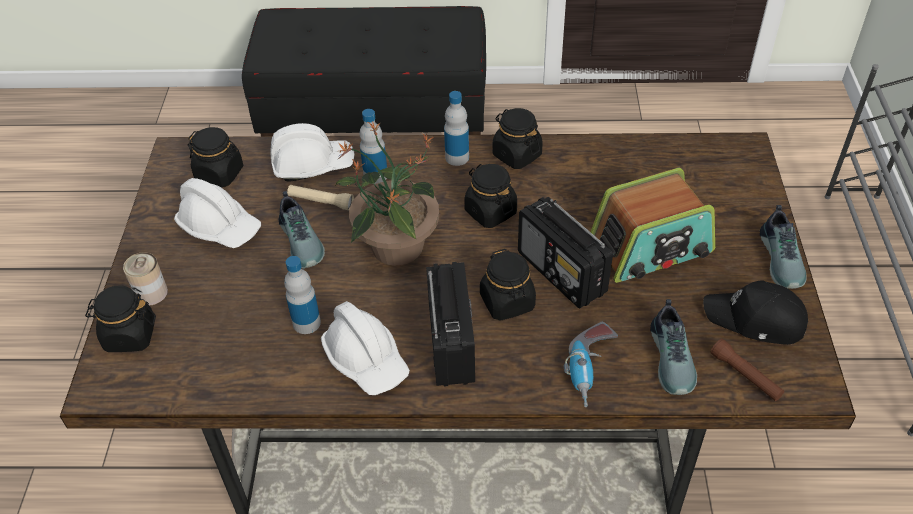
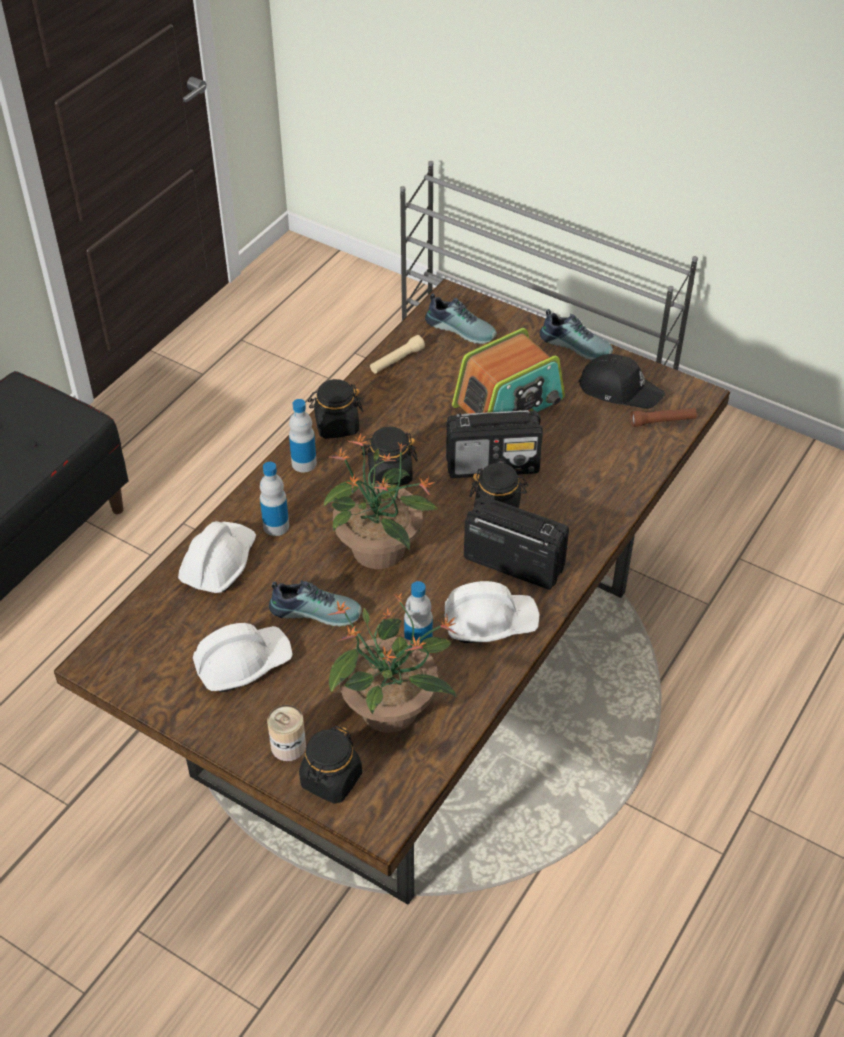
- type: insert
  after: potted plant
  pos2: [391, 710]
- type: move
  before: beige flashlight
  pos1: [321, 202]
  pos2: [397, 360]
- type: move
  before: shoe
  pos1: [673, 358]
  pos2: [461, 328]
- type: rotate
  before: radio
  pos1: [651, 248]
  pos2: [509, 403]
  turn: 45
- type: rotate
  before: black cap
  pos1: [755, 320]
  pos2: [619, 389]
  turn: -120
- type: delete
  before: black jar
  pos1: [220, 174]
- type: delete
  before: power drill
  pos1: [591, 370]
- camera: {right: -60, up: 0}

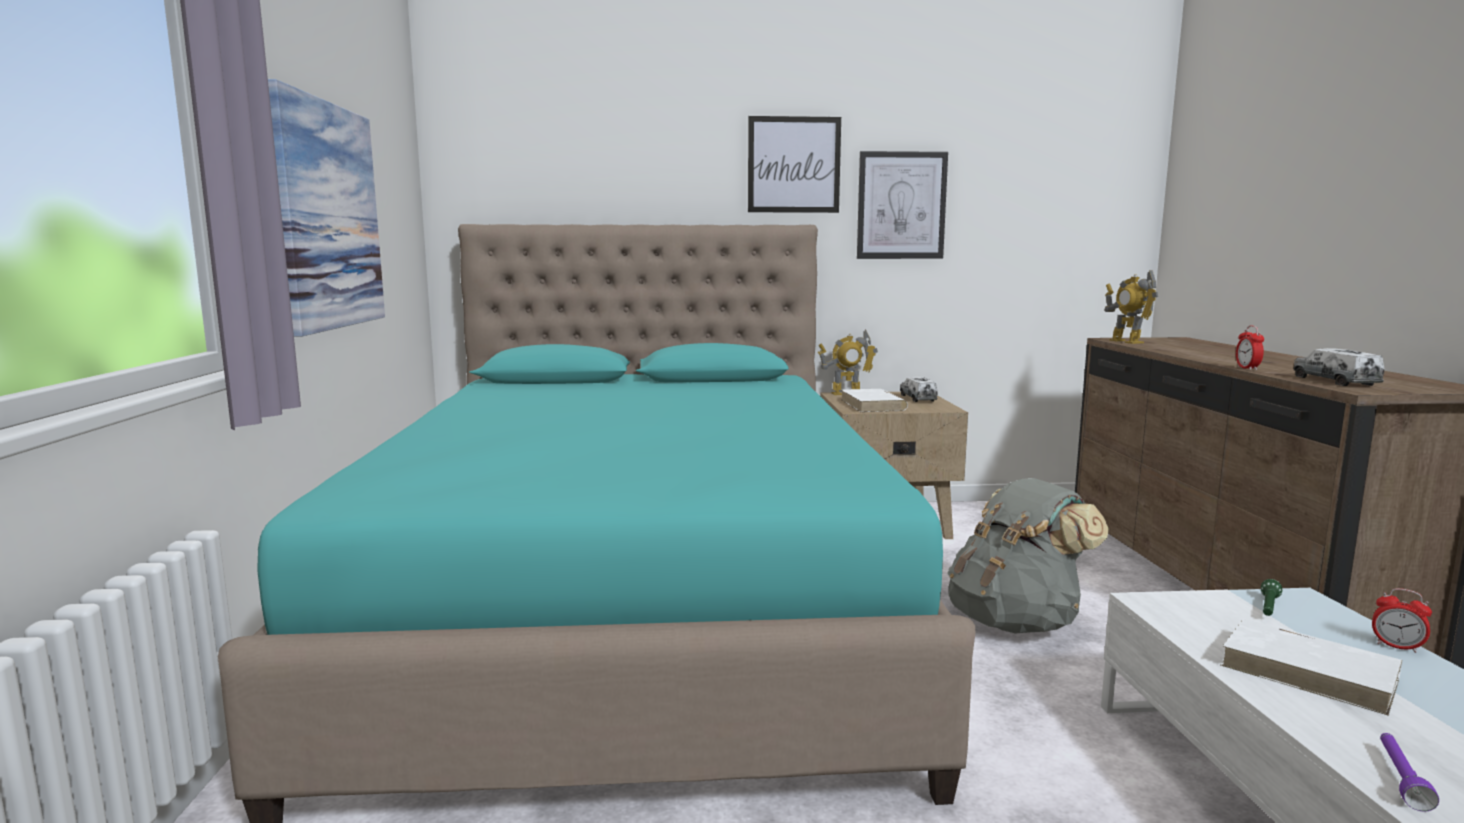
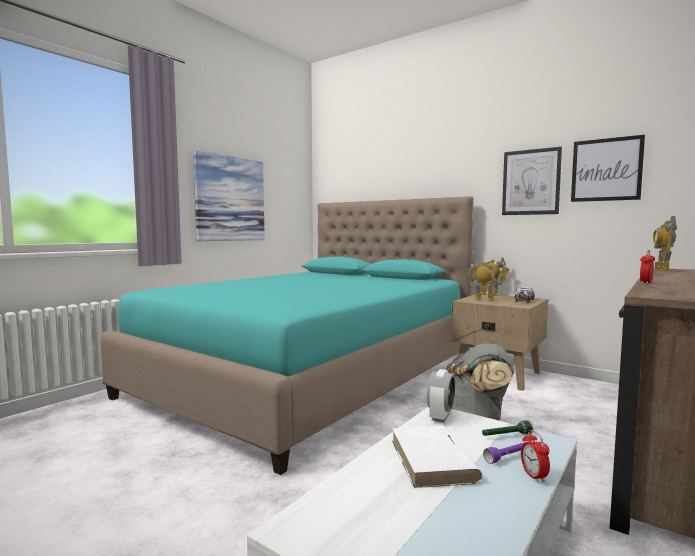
- type: insert
  after: alarm clock
  pos2: [440, 416]
- type: replace
  before: white book
  after: toy robot
  pos1: [873, 405]
  pos2: [484, 300]
- type: move
  before: purple flashlight
  pos1: [1400, 778]
  pos2: [509, 456]
- type: move
  before: picture
  pos1: [794, 165]
  pos2: [606, 169]
- type: delete
  before: toy truck
  pos1: [1335, 381]
- camera: {right: 40, up: -5}

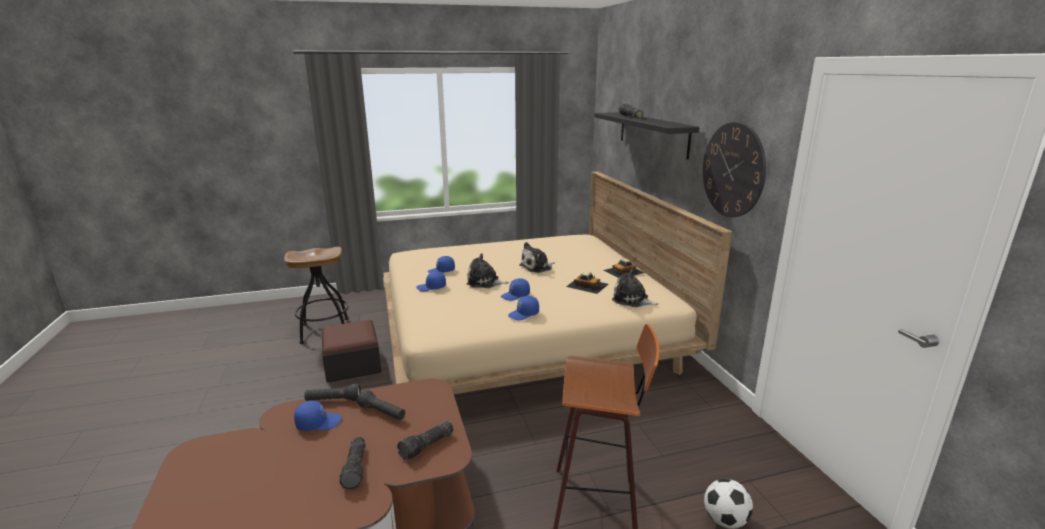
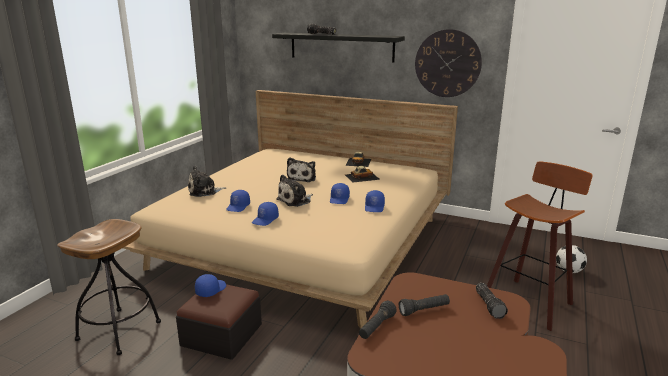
- type: move
  before: plush toy
  pos1: [632, 300]
  pos2: [204, 191]
- type: move
  before: blue cap
  pos1: [318, 422]
  pos2: [210, 290]
- type: delete
  before: flashlight
  pos1: [356, 468]
- camera: {right: -50, up: 0}

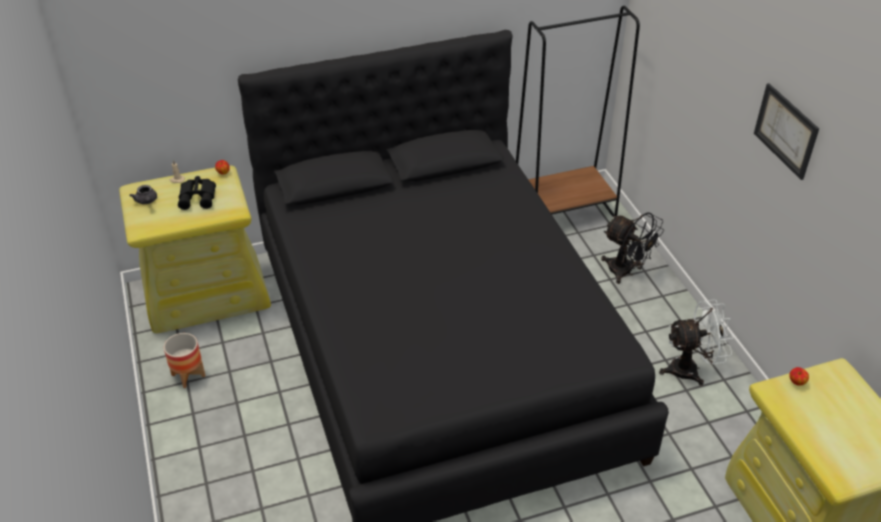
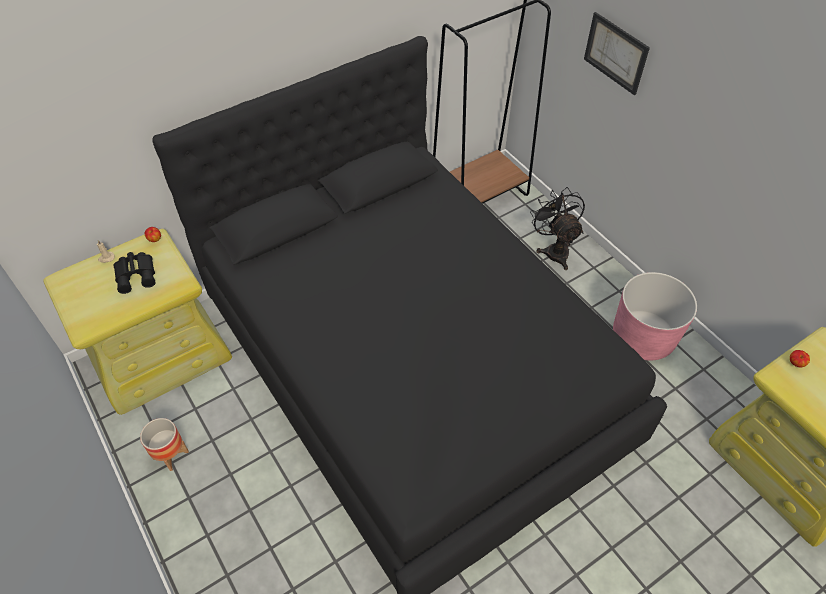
- type: rotate
  before: black fan
  pos1: [626, 272]
  pos2: [554, 250]
  turn: -135
- type: move
  before: picture
  pos1: [786, 130]
  pos2: [616, 53]
- type: replace
  before: white fan
  after: pink planter
  pos1: [691, 369]
  pos2: [642, 337]
- type: delete
  before: grey teapot
  pos1: [146, 201]
- camera: {right: -15, up: 10}

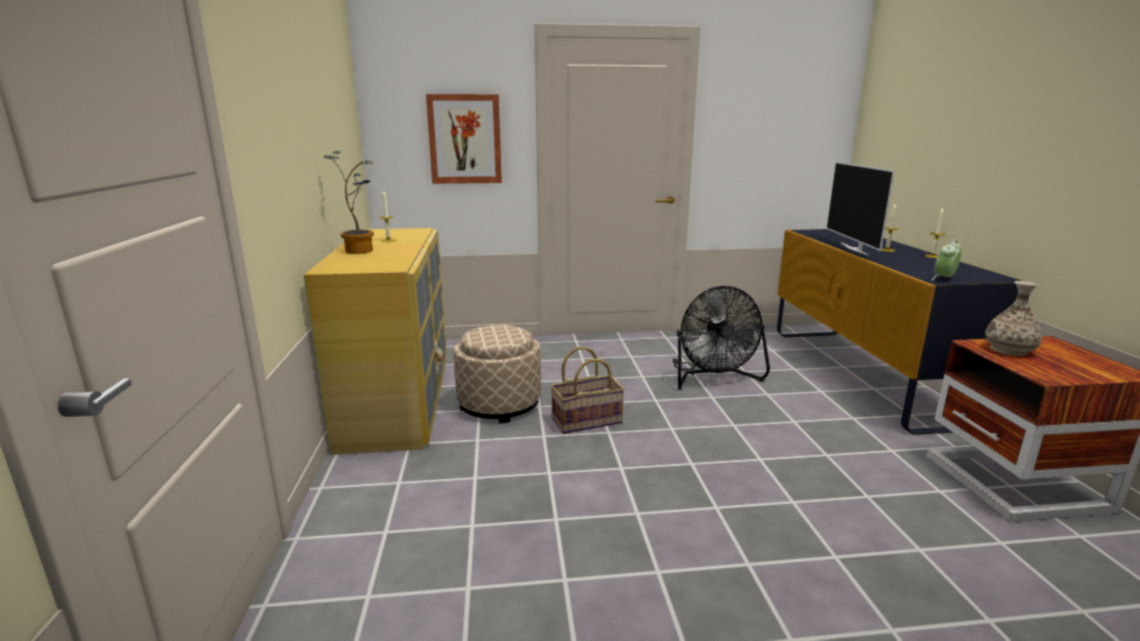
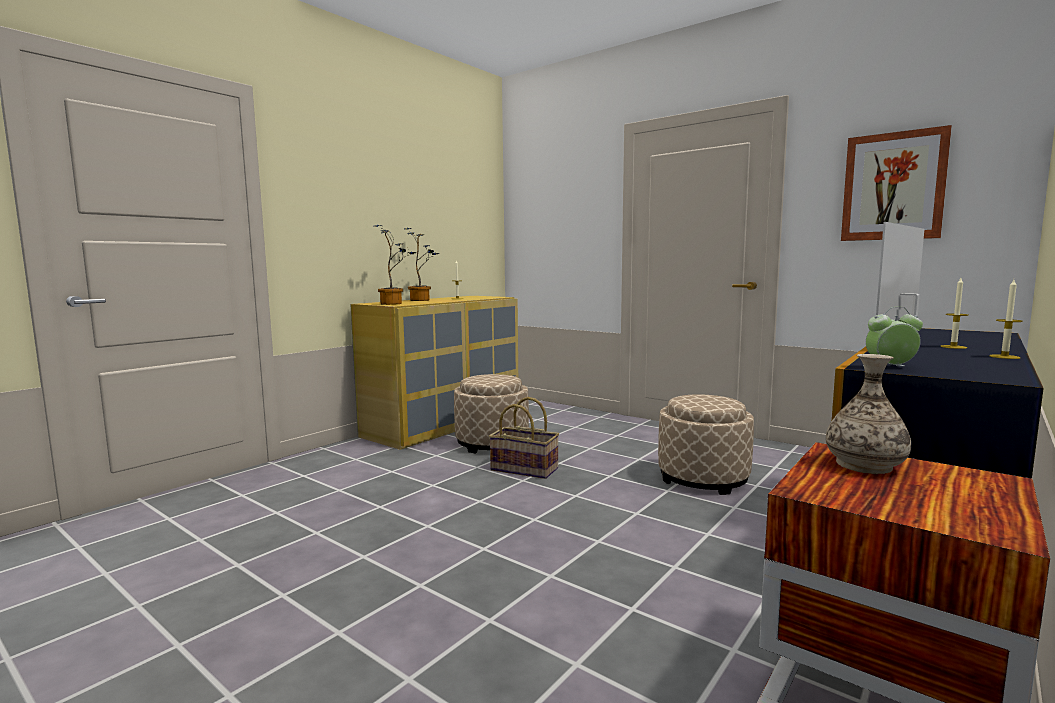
- type: insert
  after: potted plant
  pos2: [394, 303]
- type: replace
  before: black fan
  after: beige ottoman
  pos1: [710, 377]
  pos2: [703, 478]
- type: move
  before: picture
  pos1: [465, 139]
  pos2: [893, 187]
- camera: {right: 45, up: -10}

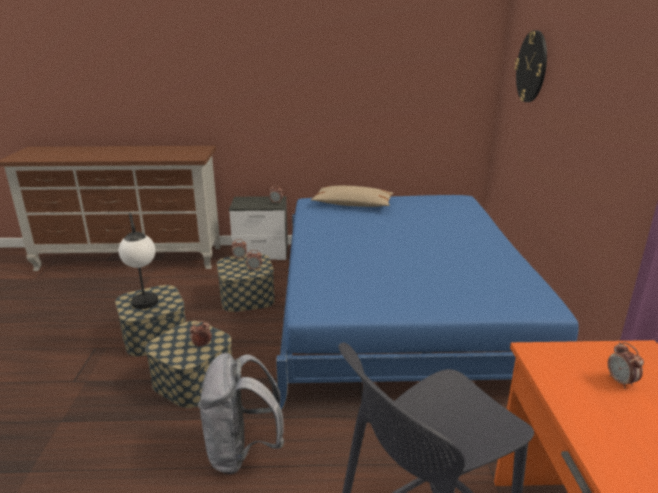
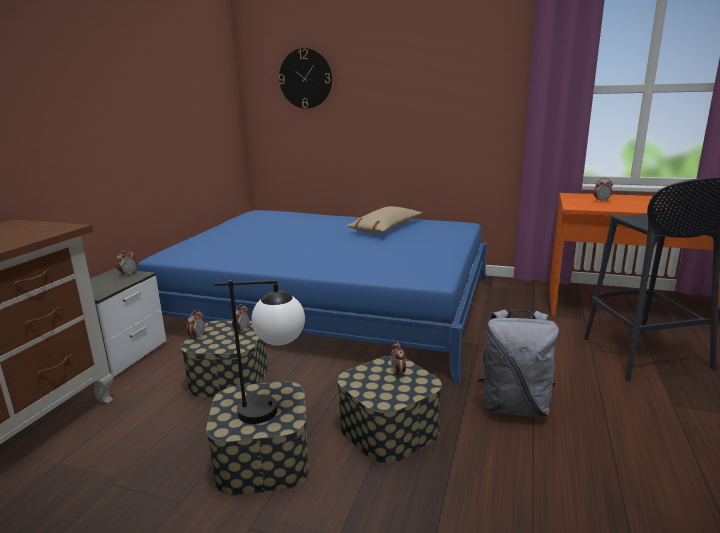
- type: move
  before: beige pillow
  pos1: [352, 205]
  pos2: [385, 228]
- camera: {right: -70, up: -5}

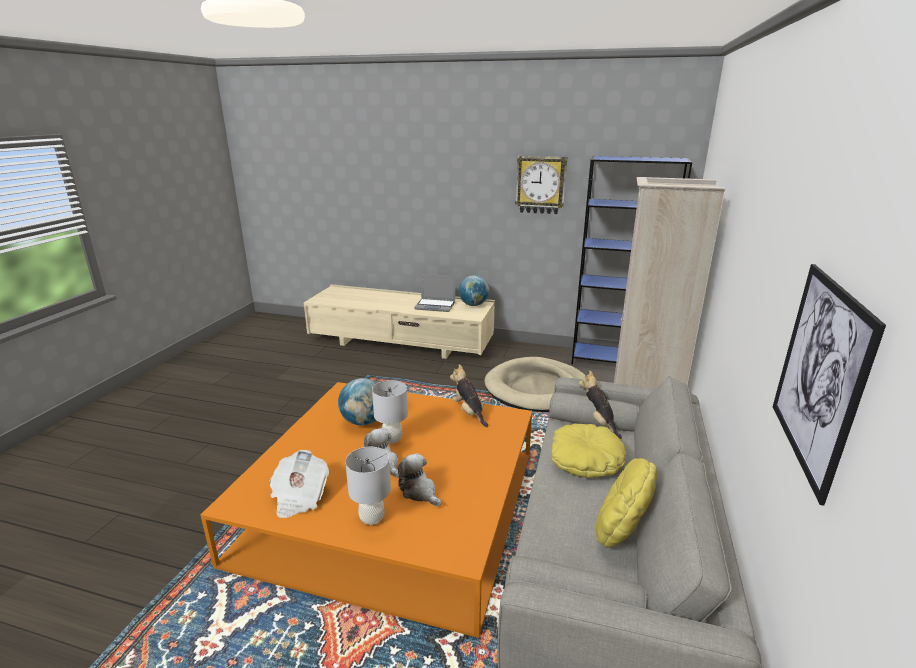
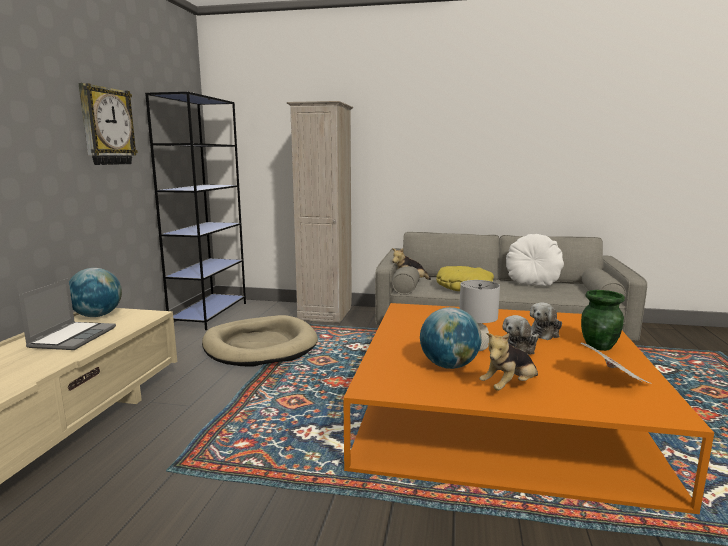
- type: move
  before: plush toy
  pos1: [469, 412]
  pos2: [509, 387]
- type: recolor
  before: yellow pillow
  after: white pillow
  pos1: [621, 533]
  pos2: [532, 284]
- type: replace
  before: grey table lamp
  after: green vase
  pos1: [371, 520]
  pos2: [599, 346]
- type: delete
  before: picture
  pos1: [819, 375]
- camera: {right: -95, up: -10}

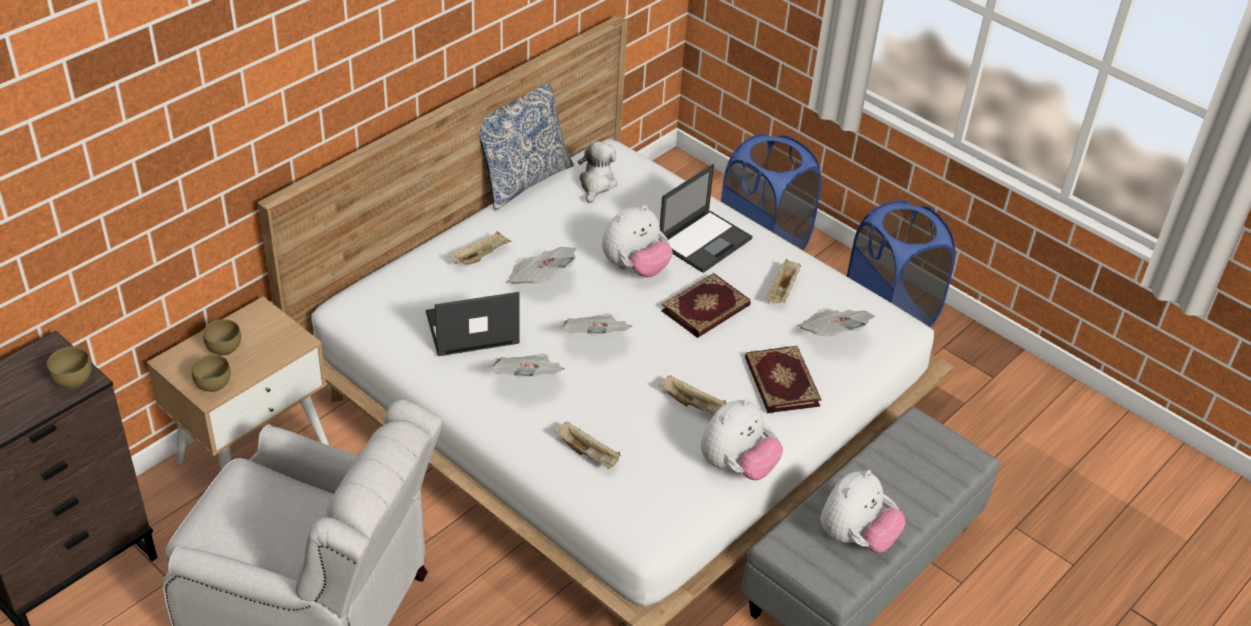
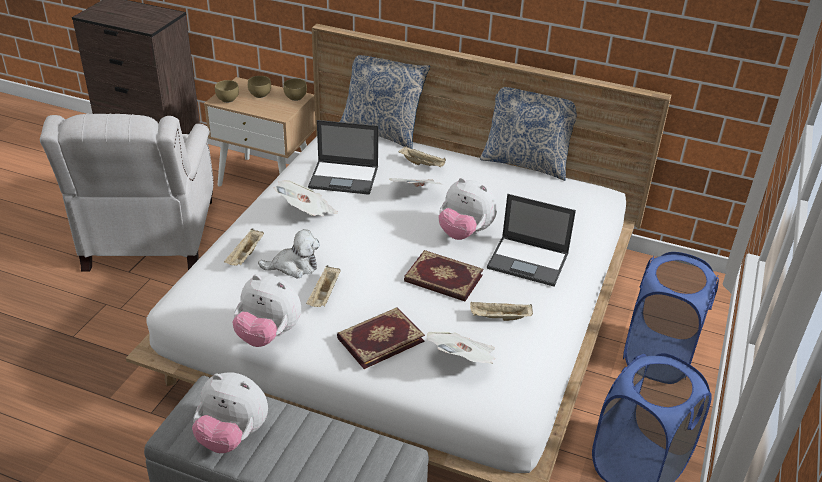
- type: move
  before: plush toy
  pos1: [596, 184]
  pos2: [294, 266]
- type: move
  before: brown bowl
  pos1: [74, 379]
  pos2: [296, 98]
- type: rotate
  before: laptop
  pos1: [471, 328]
  pos2: [344, 177]
  turn: 135
- type: insert
  after: pillow
  pos2: [382, 132]
- type: delete
  before: newspaper
  pos1: [595, 339]
- camera: {right: 70, up: -5}

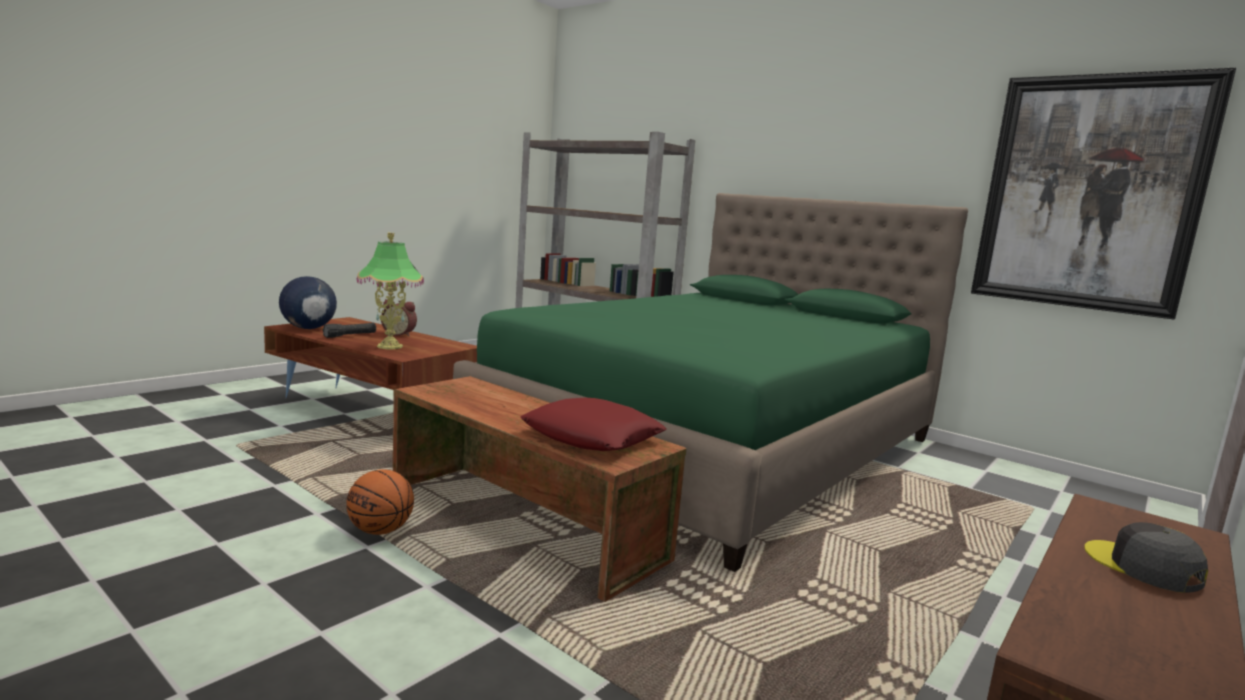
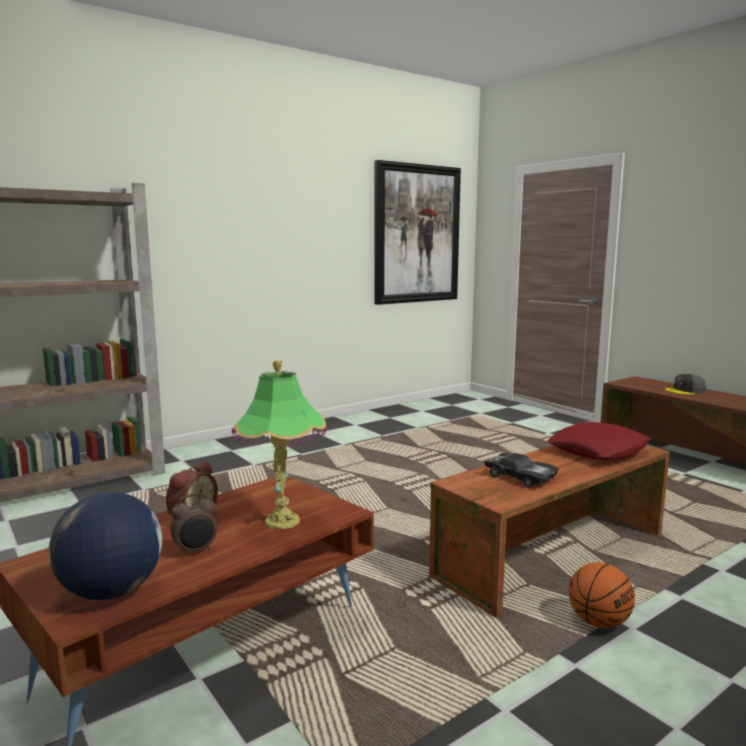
- type: replace
  before: black flashlight
  after: alarm clock
  pos1: [350, 336]
  pos2: [196, 551]
- type: insert
  after: black toy car
  pos2: [520, 477]
- type: delete
  before: green bed
  pos1: [715, 445]
- camera: {right: -75, up: 0}

